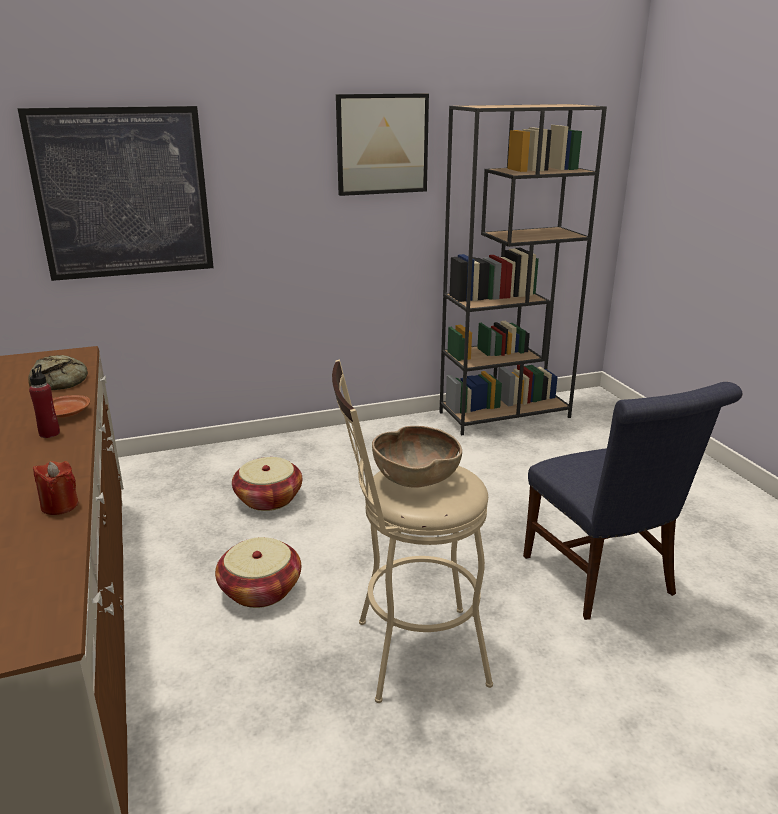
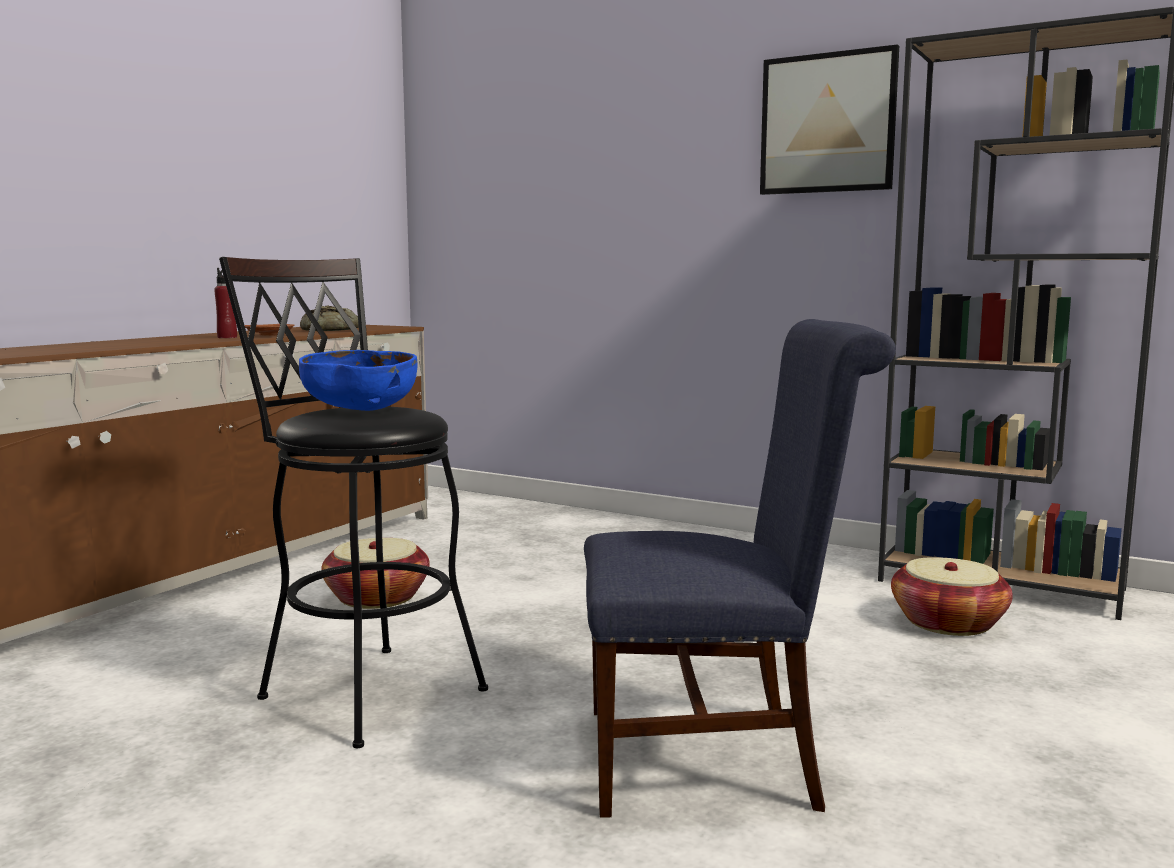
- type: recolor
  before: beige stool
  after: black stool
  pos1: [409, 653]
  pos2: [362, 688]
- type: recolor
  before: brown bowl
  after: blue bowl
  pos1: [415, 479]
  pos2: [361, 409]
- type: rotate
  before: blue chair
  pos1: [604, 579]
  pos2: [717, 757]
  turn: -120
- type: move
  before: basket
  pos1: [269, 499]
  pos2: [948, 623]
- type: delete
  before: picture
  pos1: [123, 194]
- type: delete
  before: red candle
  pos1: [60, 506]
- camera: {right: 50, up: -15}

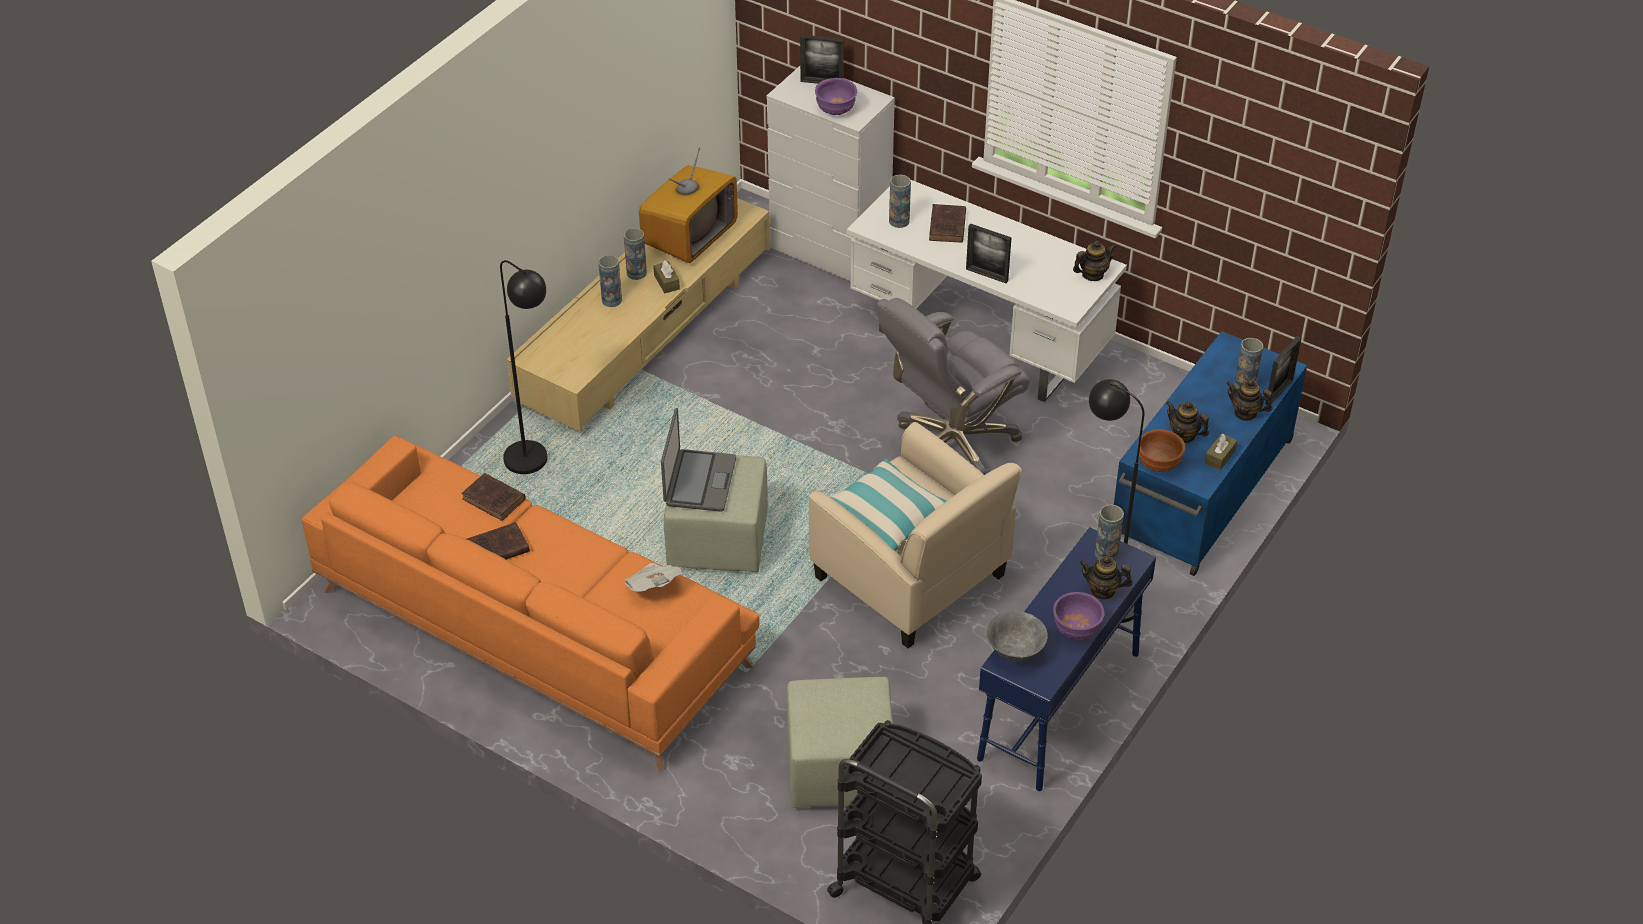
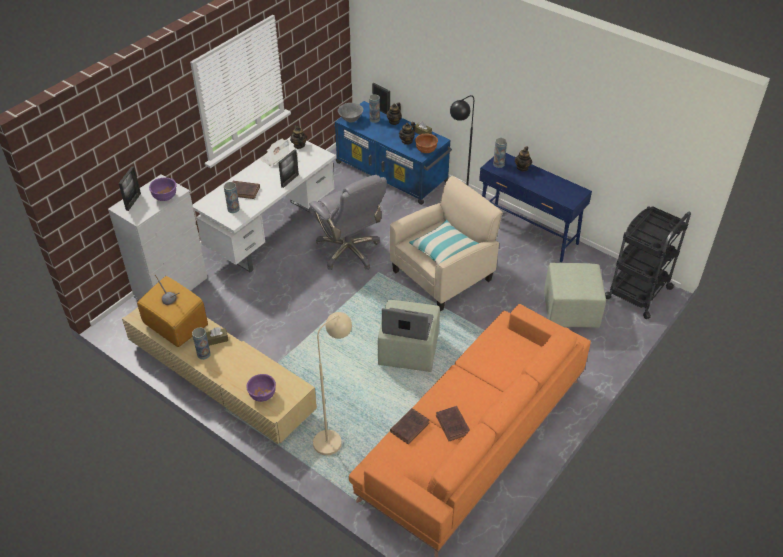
- type: move
  before: purple bowl
  pos1: [1076, 630]
  pos2: [262, 395]
- type: move
  before: newspaper
  pos1: [653, 587]
  pos2: [276, 159]
- type: recolor
  before: black floor lamp
  after: beige floor lamp
  pos1: [535, 466]
  pos2: [334, 438]
- type: move
  before: grey bowl
  pos1: [1015, 652]
  pos2: [351, 120]
- type: delete
  before: vase
  pos1: [611, 300]
- camera: {right: -85, up: 0}

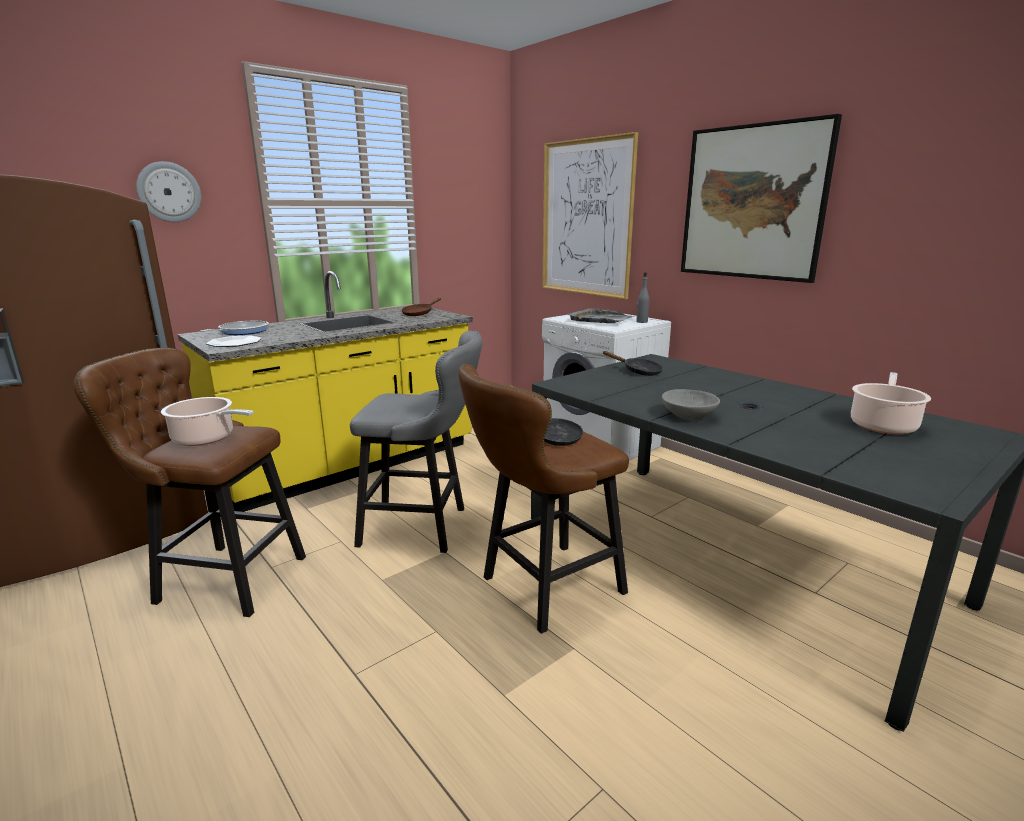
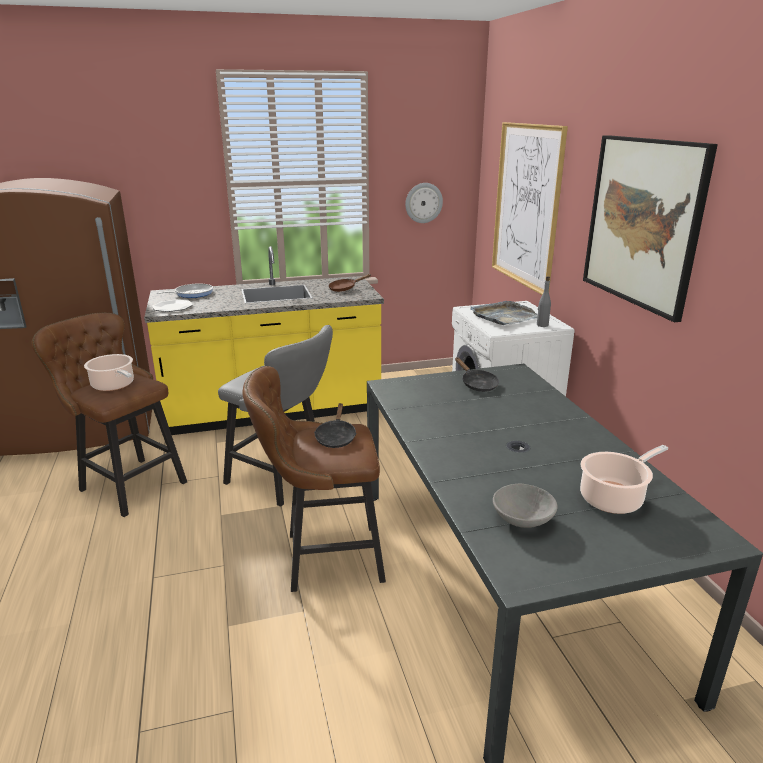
- type: move
  before: wall clock
  pos1: [169, 192]
  pos2: [423, 203]
- type: move
  before: grey bowl
  pos1: [688, 416]
  pos2: [523, 520]
- camera: {right: 25, up: 5}

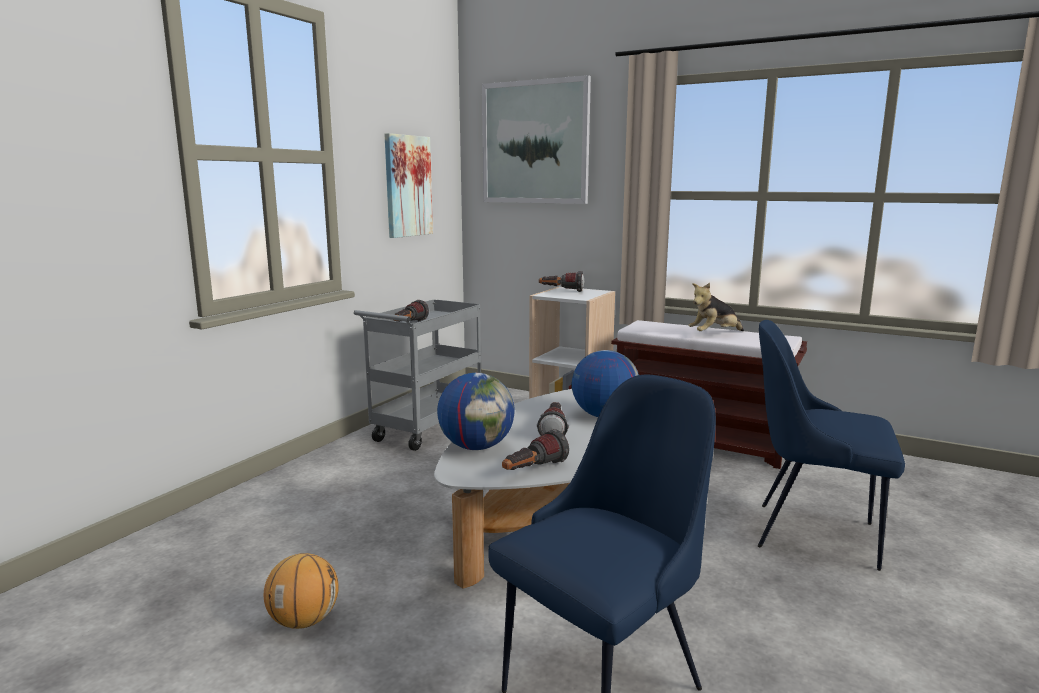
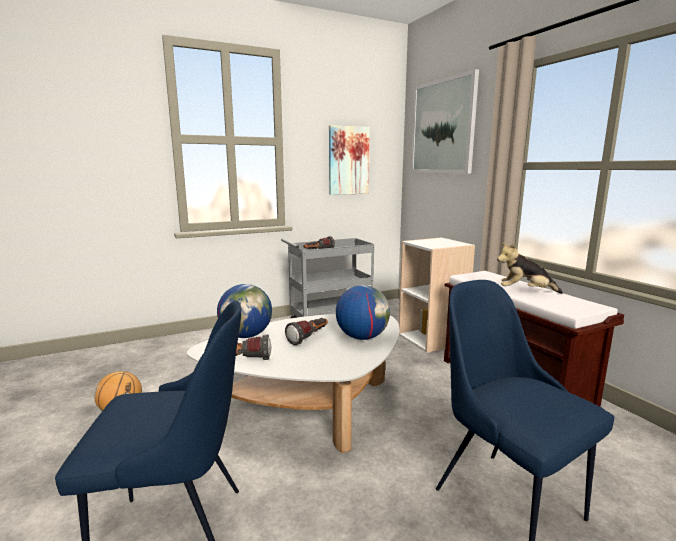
- type: delete
  before: flashlight
  pos1: [561, 291]
- camera: {right: 35, up: 0}

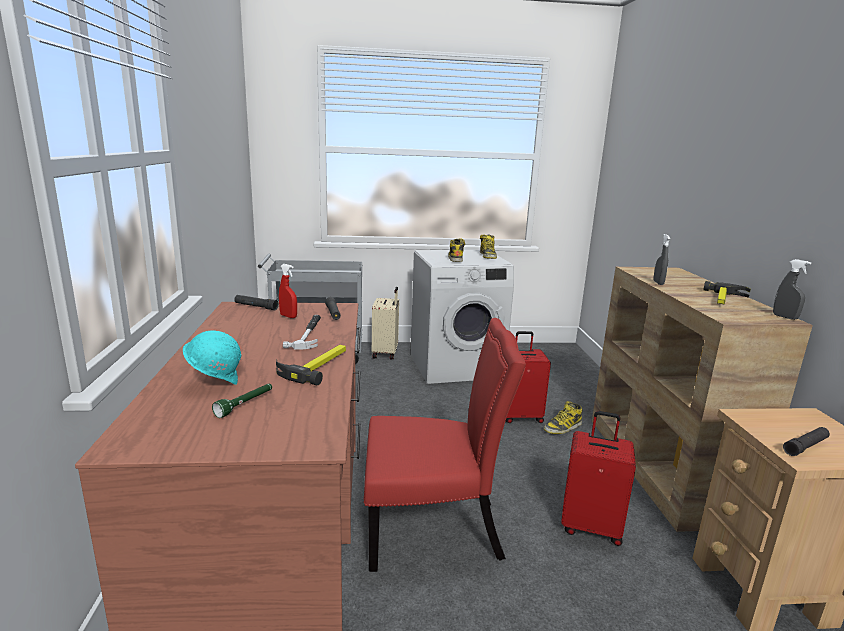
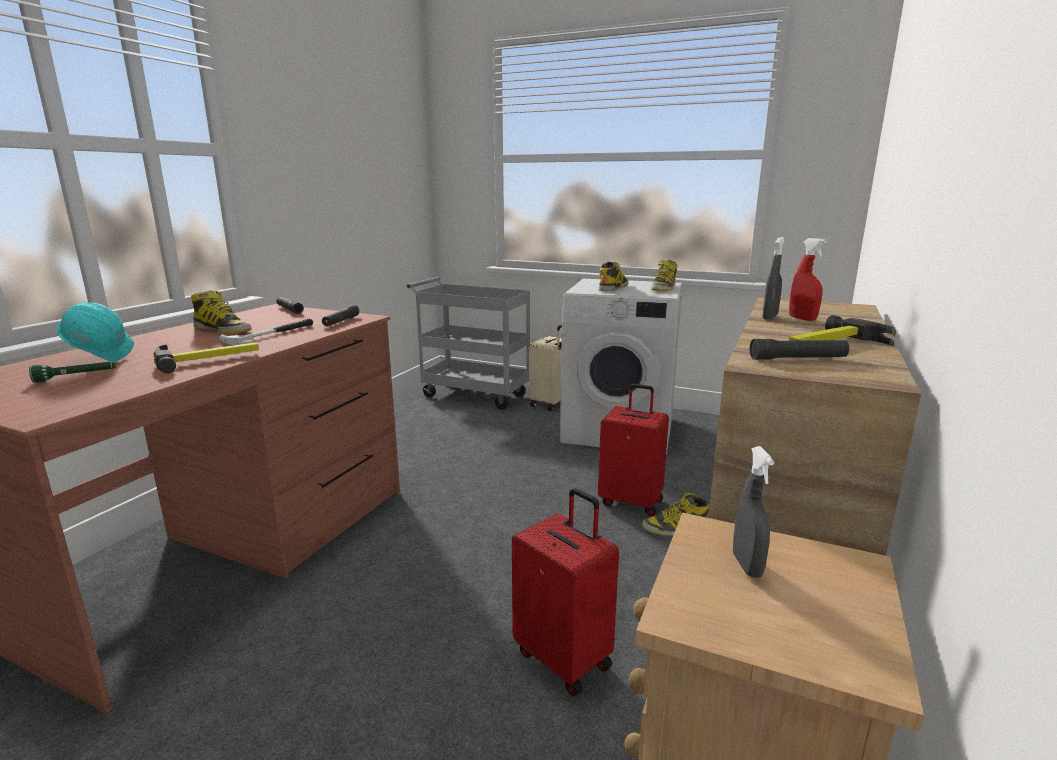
- type: insert
  after: boot
  pos2: [223, 330]
- type: move
  before: grey spray bottle
  pos1: [785, 317]
  pos2: [747, 565]
- type: move
  before: black flashlight
  pos1: [805, 446]
  pos2: [798, 358]
- type: move
  before: red spray bottle
  pos1: [288, 316]
  pos2: [802, 318]
- type: delete
  before: red chair
  pos1: [430, 530]
- camera: {right: 30, up: 0}

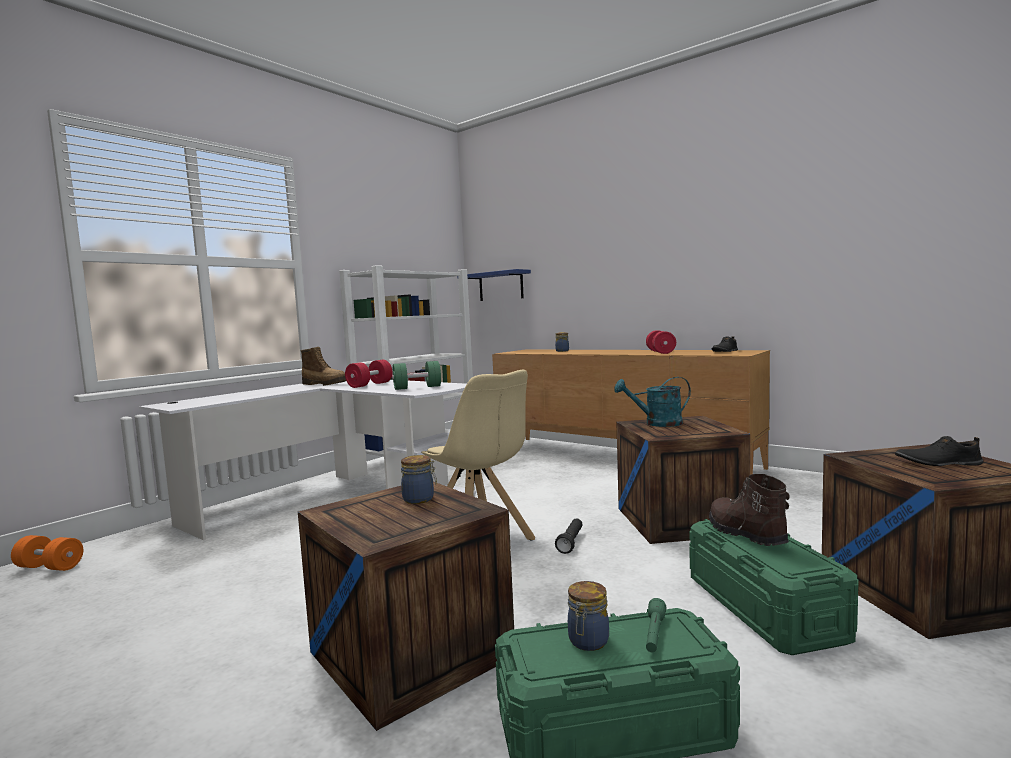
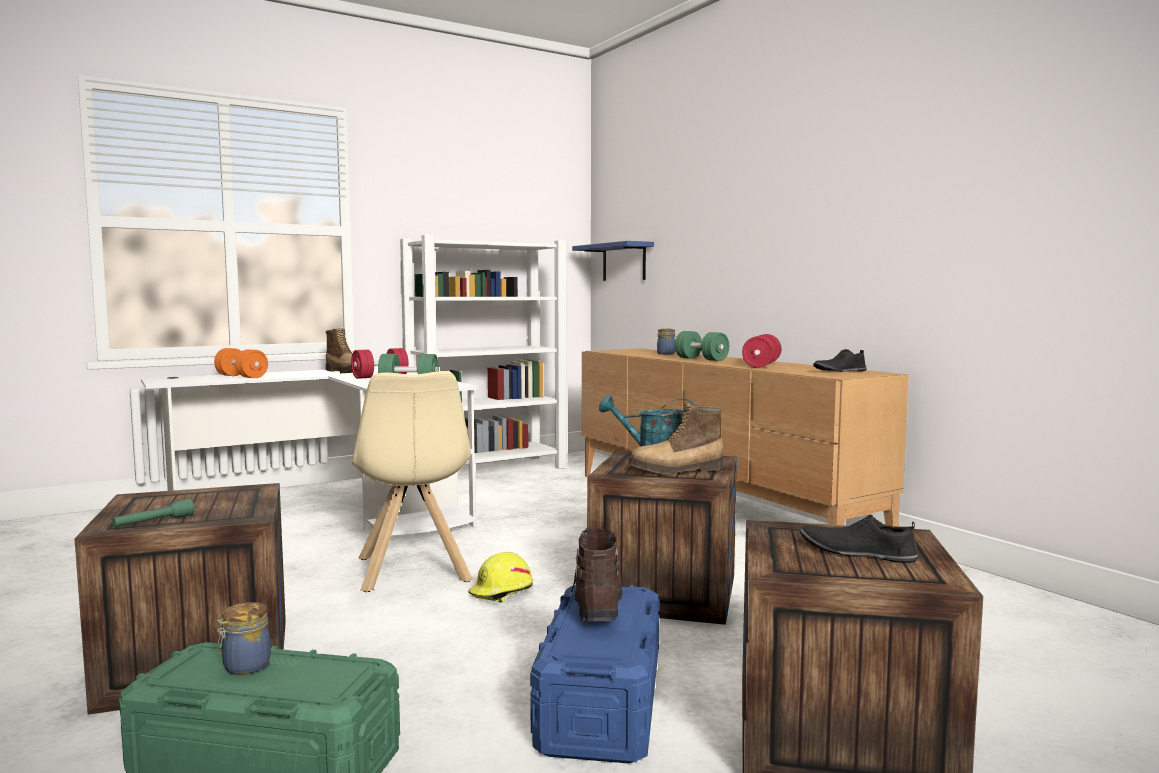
- type: move
  before: green flashlight
  pos1: [654, 634]
  pos2: [154, 522]
- type: move
  before: orange dumbbell
  pos1: [49, 567]
  pos2: [241, 376]
- type: replace
  before: black flashlight
  after: yellow hard hat
  pos1: [571, 542]
  pos2: [502, 592]
- type: recolor
  before: green storage box
  after: blue storage box
  pos1: [764, 608]
  pos2: [601, 704]
- type: insert
  after: boot
  pos2: [676, 471]
- type: insert
  after: green dumbbell
  pos2: [701, 359]
- type: delete
  before: jar
  pos1: [420, 499]
- camera: {right: 20, up: 0}

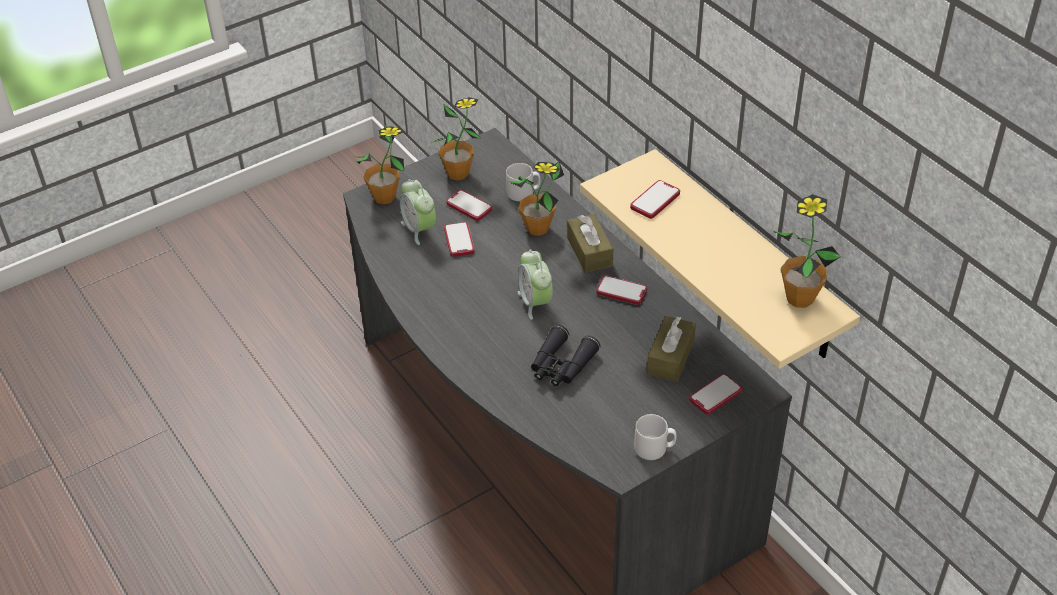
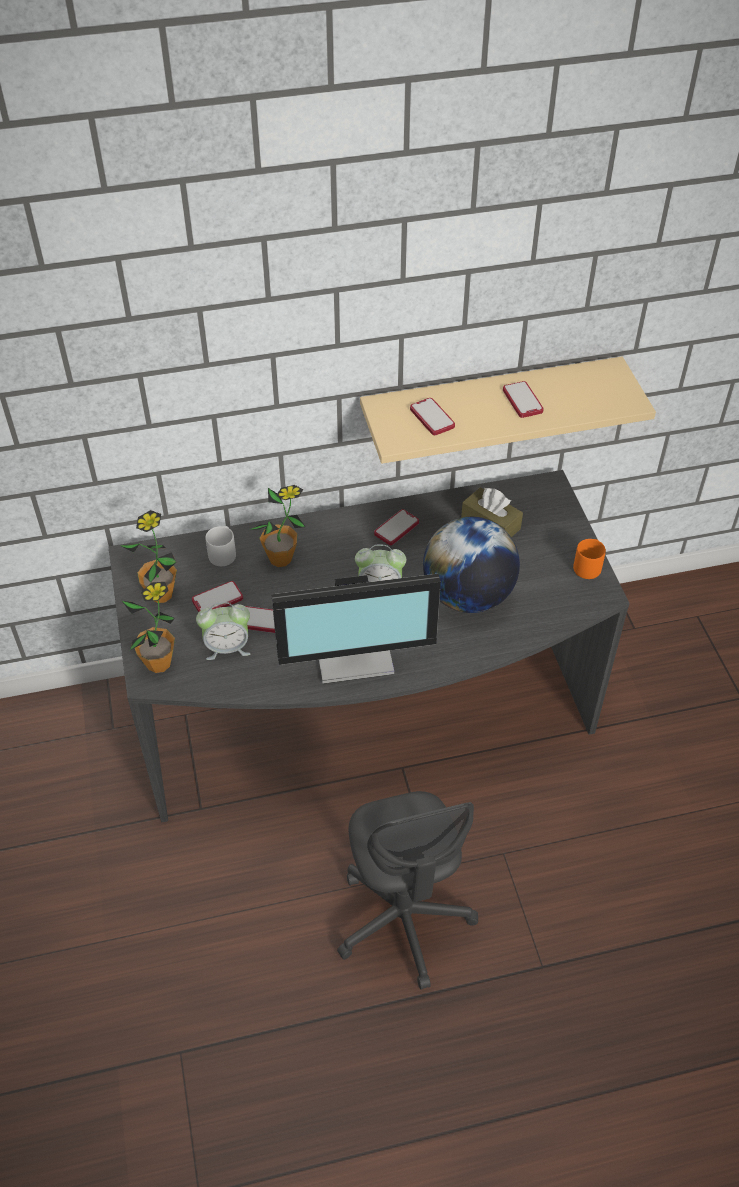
- type: insert
  after: monitor
  pos2: [355, 653]
- type: insert
  after: grey office chair
  pos2: [403, 920]
- type: replace
  before: black binoculars
  after: globe
  pos1: [561, 365]
  pos2: [468, 596]
- type: move
  before: phone
  pos1: [715, 395]
  pos2: [522, 401]
- type: recolor
  before: grey mug
  after: orange mug
  pos1: [654, 448]
  pos2: [588, 566]
- type: delete
  before: brown tissue box
  pos1: [589, 252]
- type: delete
  before: potted plant
  pos1: [799, 298]
- camera: {right: -70, up: 5}

